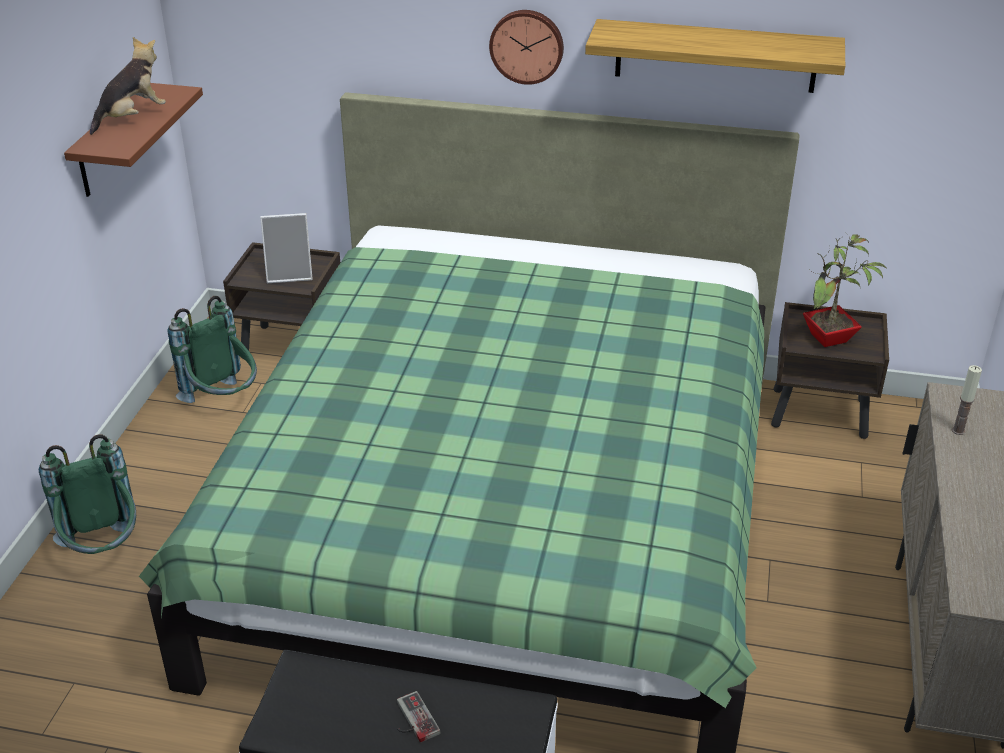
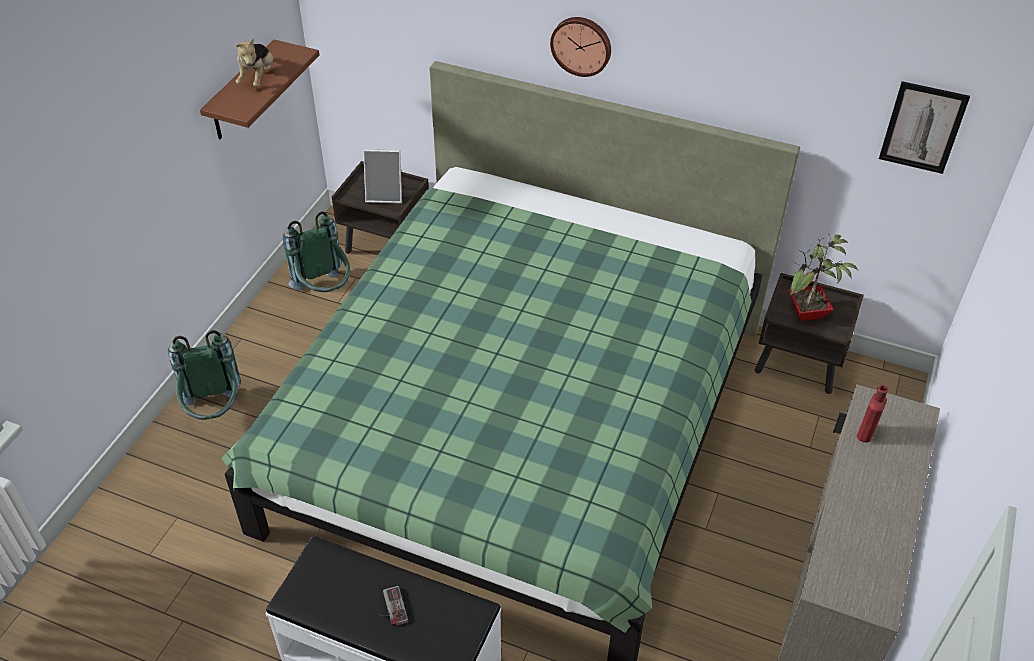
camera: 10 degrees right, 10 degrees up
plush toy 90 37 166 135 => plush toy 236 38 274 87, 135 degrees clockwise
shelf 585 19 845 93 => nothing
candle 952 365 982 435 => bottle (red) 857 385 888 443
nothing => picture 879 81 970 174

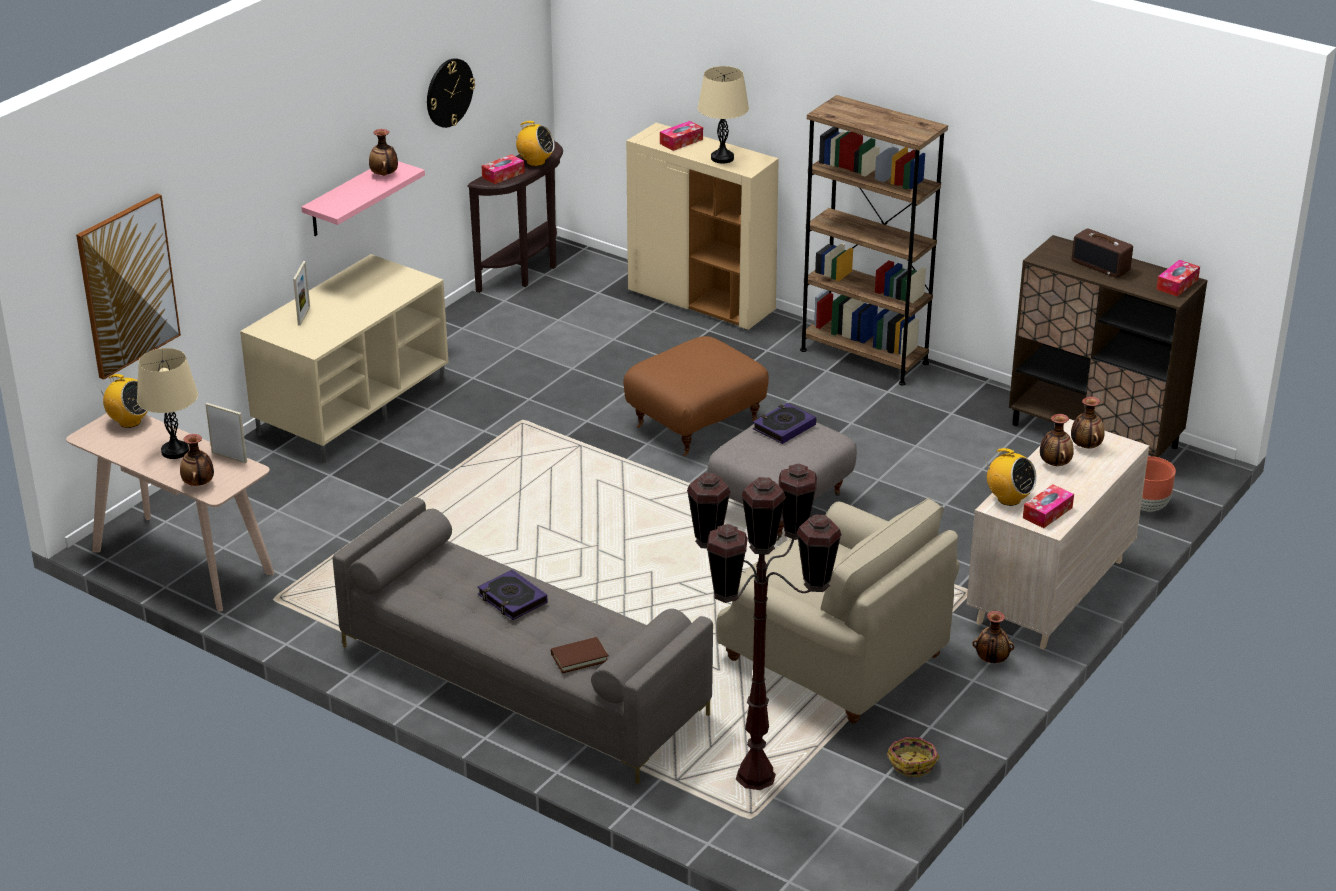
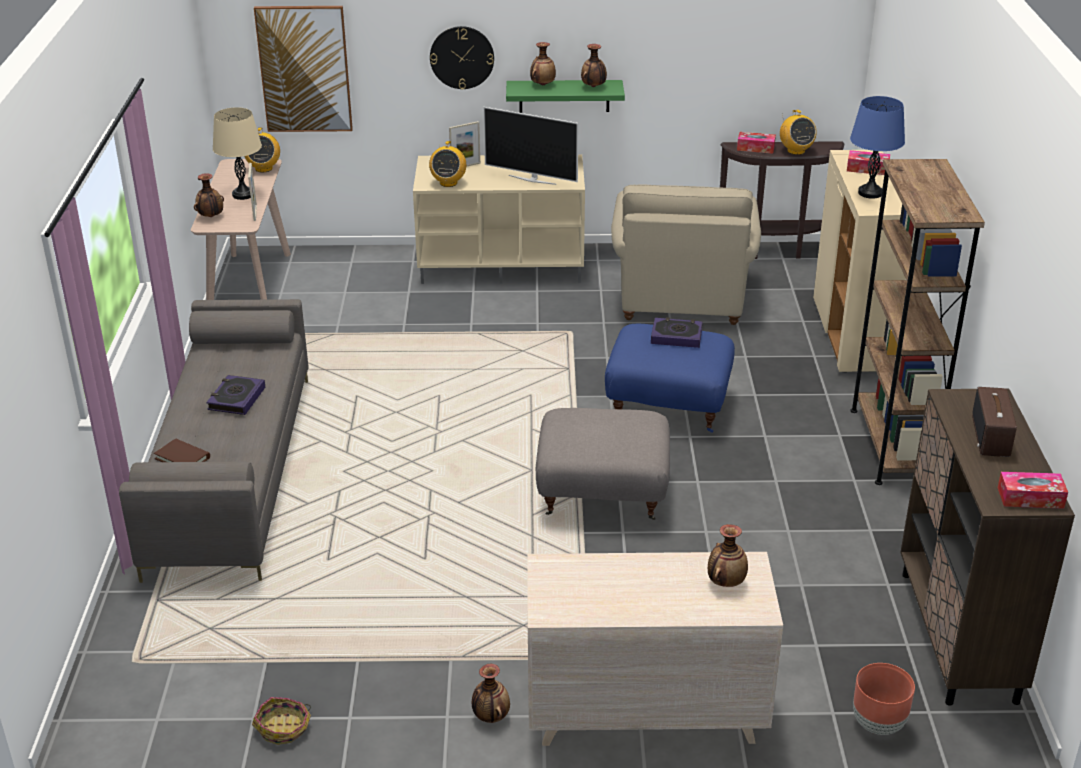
camera: 55 degrees right, 0 degrees up
shelf (pink) 301 161 425 236 => shelf (green) 506 80 625 113
wall clock 427 58 475 128 => wall clock 430 26 494 90, relocated
ottoman (brown) 624 336 769 456 => ottoman (blue) 605 324 735 433
floor lamp (brown) 687 463 842 790 => nothing
table lamp (beige) 698 66 749 164 => table lamp (blue) 850 96 905 199
armchair (beige) 716 498 960 724 => armchair (beige) 611 185 761 325, relocated
book 753 403 816 444 => book 651 317 703 348, relocated
radio 985 448 1037 506 => radio 429 141 466 187, relocated
tissue box 1023 484 1074 528 => nothing
vase 1040 414 1074 466 => vase 530 42 556 85, relocated
nothing => television 483 107 578 185

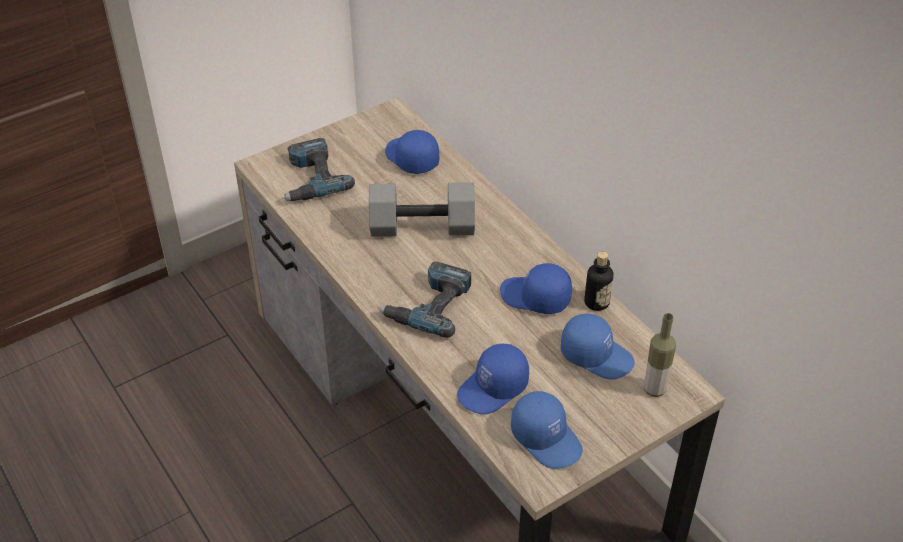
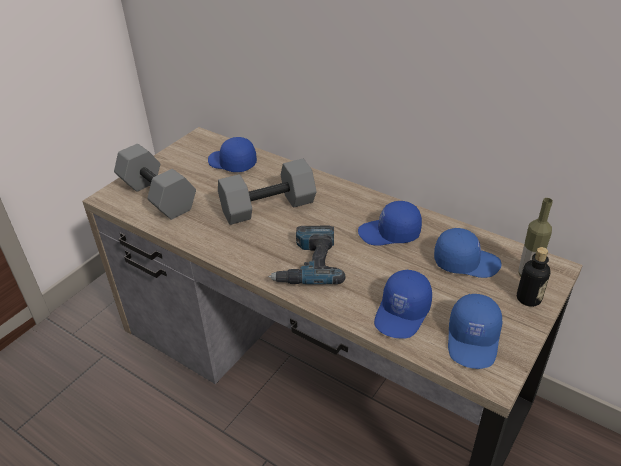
camera: 20 degrees left, 5 degrees down
power drill 282 138 355 201 => dumbbell (grey) 114 144 196 220
cap (blue) 511 391 583 469 => cap (blue) 448 294 502 369, 75 degrees clockwise
bottle 584 251 613 311 => bottle 517 247 551 307, relocated

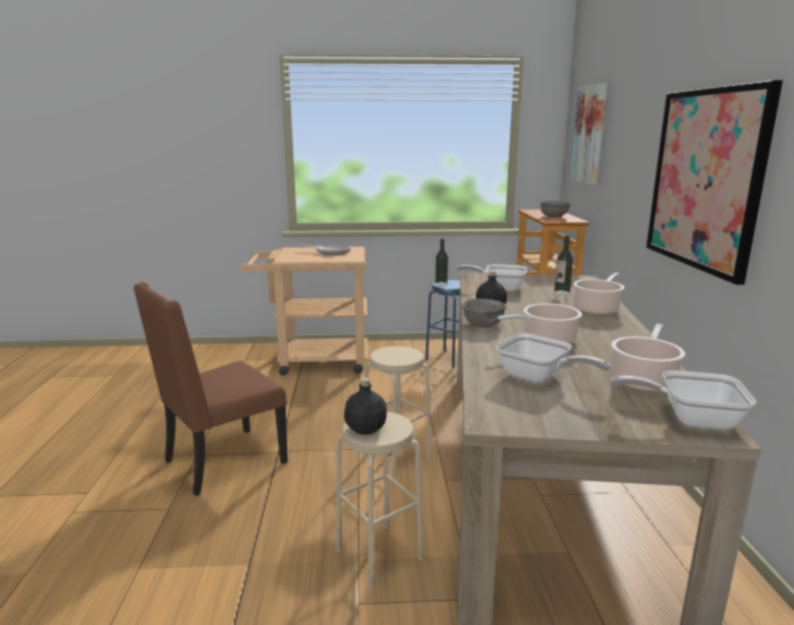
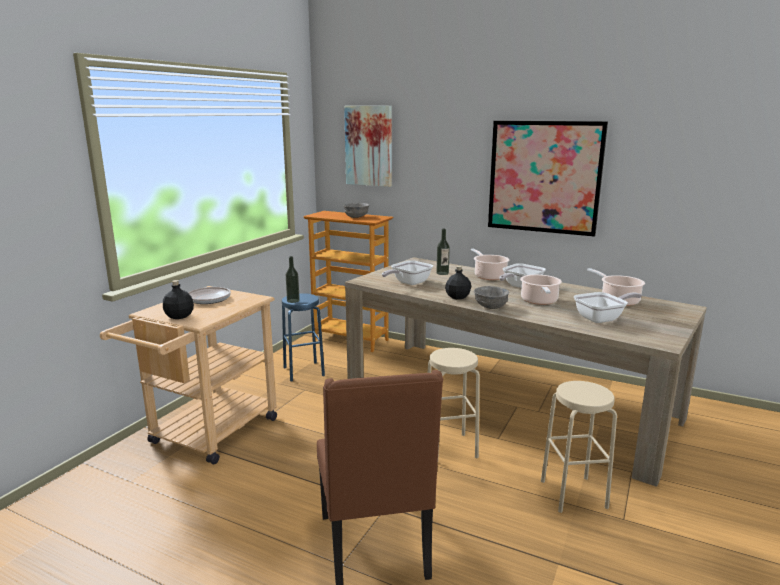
camera: 60 degrees left, 0 degrees up
bottle (black) 344 377 387 435 => bottle (black) 163 280 194 319, relocated
frying pan 610 370 756 430 => frying pan 499 263 546 288, relocated

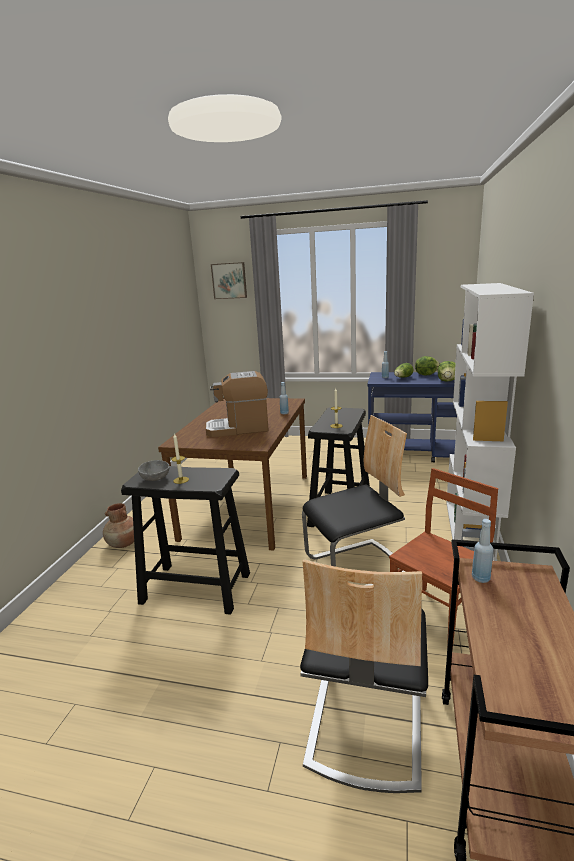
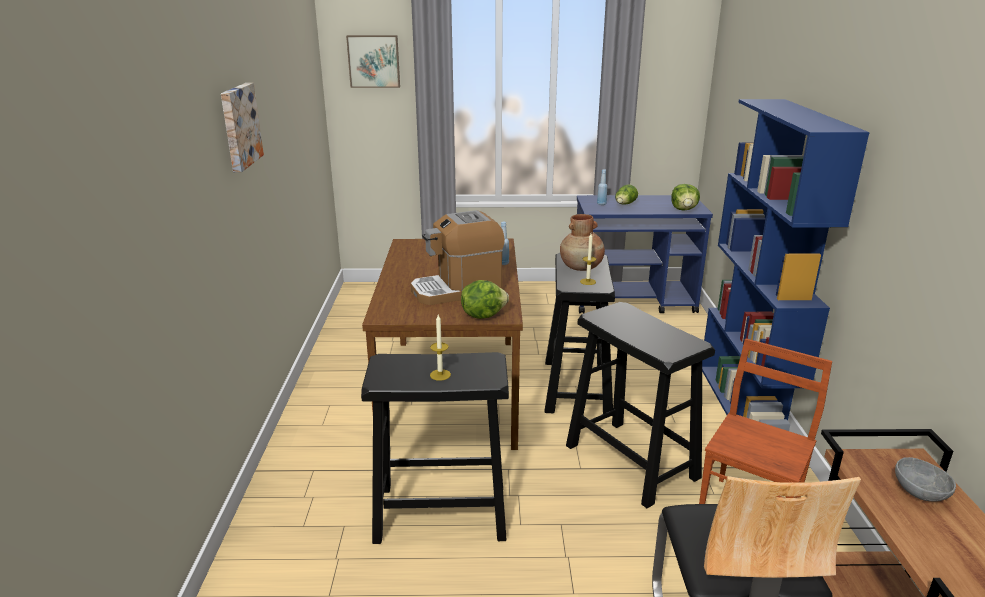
camera: 15 degrees left, 5 degrees up
vase (brown) 103 503 134 548 => vase (brown) 560 214 605 271, relocated
bowl (grey) 138 460 170 481 => bowl (grey) 895 457 956 501, relocated
chair 302 415 407 586 => stool (black) 566 302 715 508
lettuce 415 356 440 376 => lettuce 461 280 509 319, relocated
bookcase (white) 447 283 534 561 => bookcase (blue) 702 99 870 431
bottle (blue) 472 519 493 583 => nothing
nothing => picture 221 83 264 172

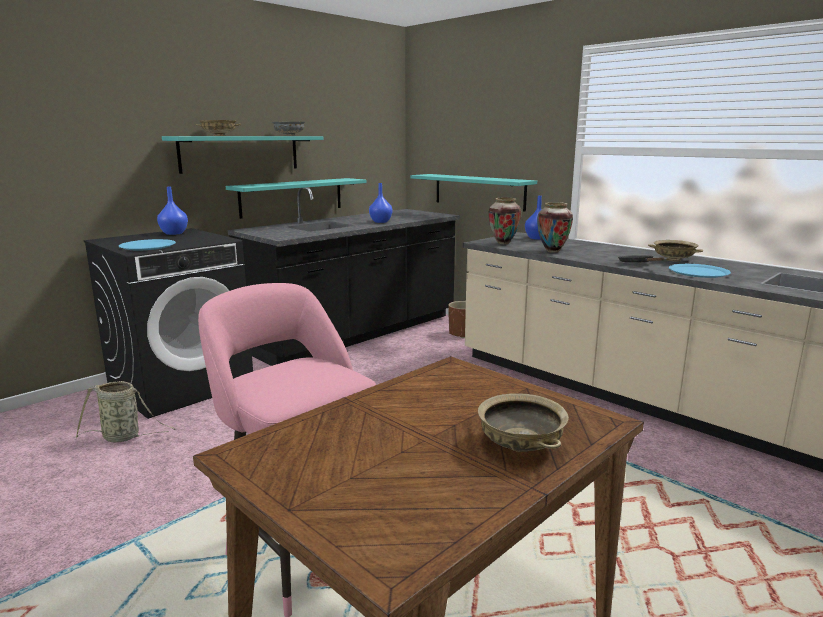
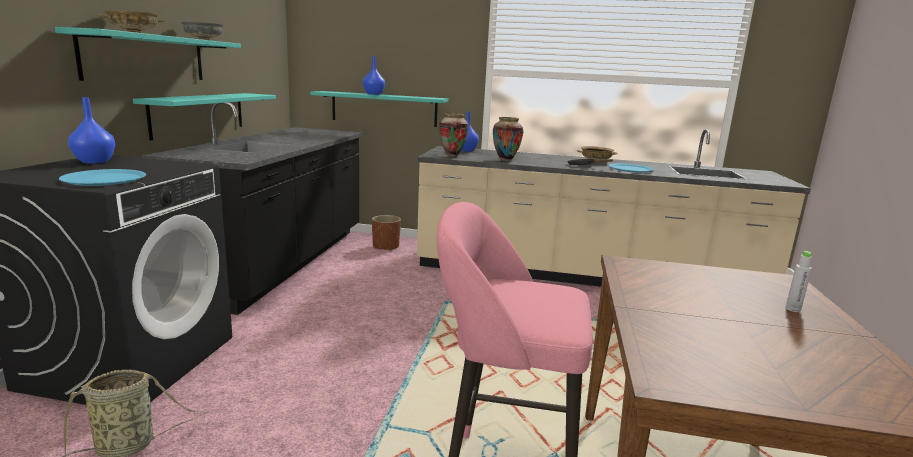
camera: 35 degrees left, 0 degrees up
vase (blue) 369 183 392 223 => vase (blue) 363 57 385 95, relocated
bowl (beige) 478 393 569 452 => bottle (grey) 785 251 812 312

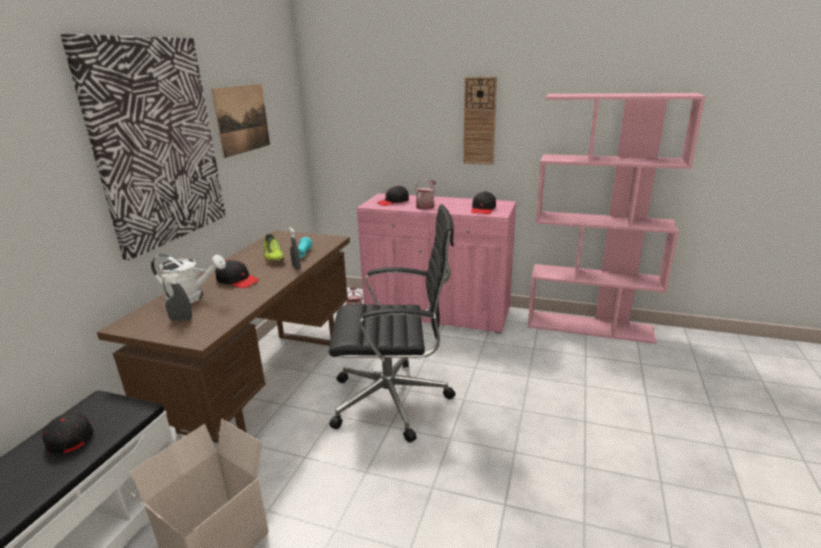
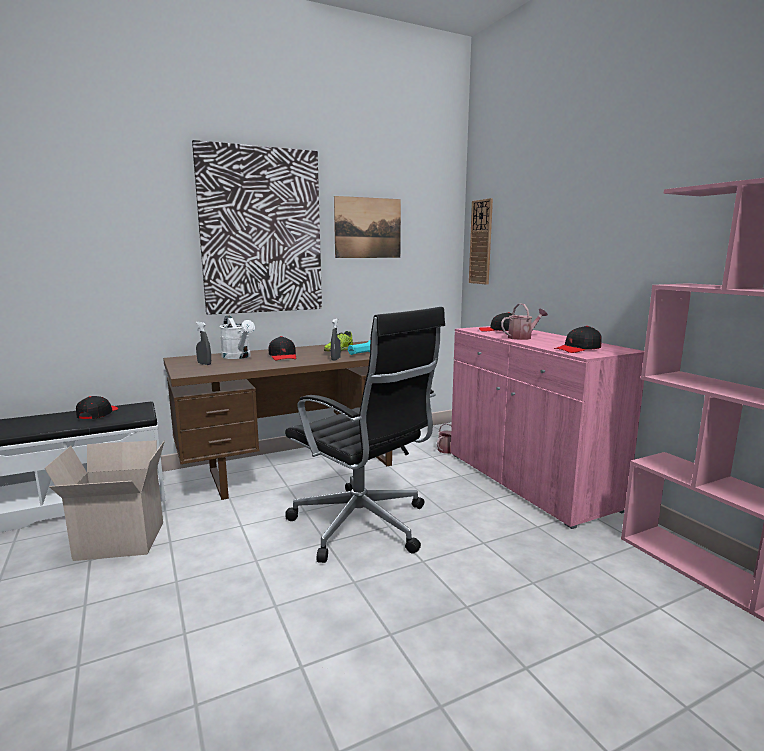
camera: 45 degrees right, 10 degrees down
wall clock 463 77 497 165 => wall clock 469 198 493 285, relocated

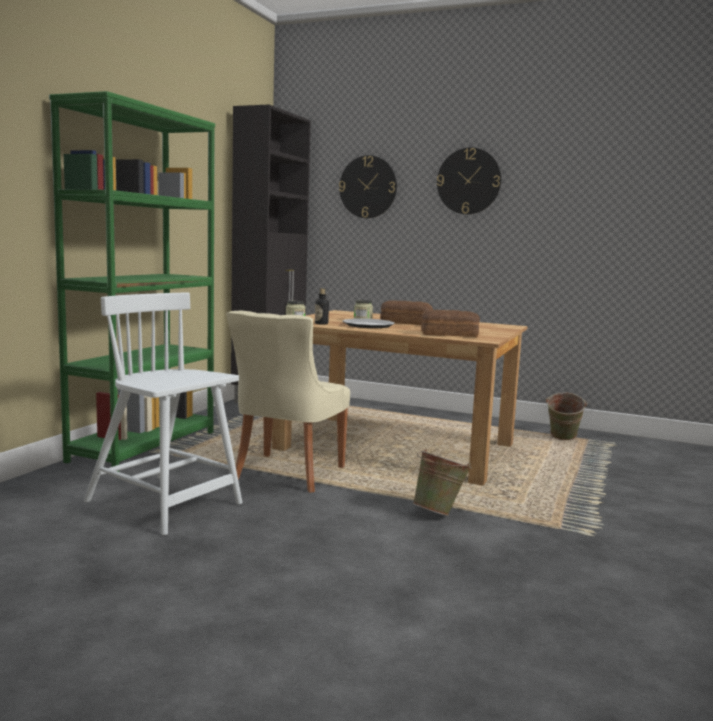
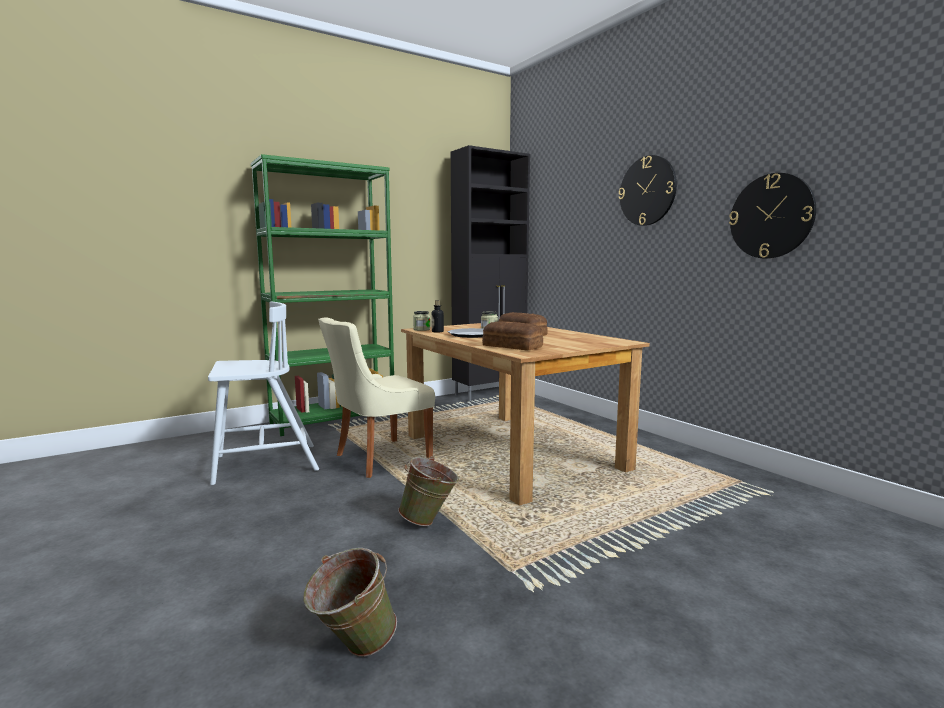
camera: 35 degrees right, 0 degrees up
chair (white) 84 293 242 535 => chair (white) 208 302 319 485, 90 degrees clockwise
wall clock 339 155 397 218 => wall clock 729 173 816 259, relocated
bucket (green) 546 392 588 440 => bucket (green) 303 548 397 657, relocated

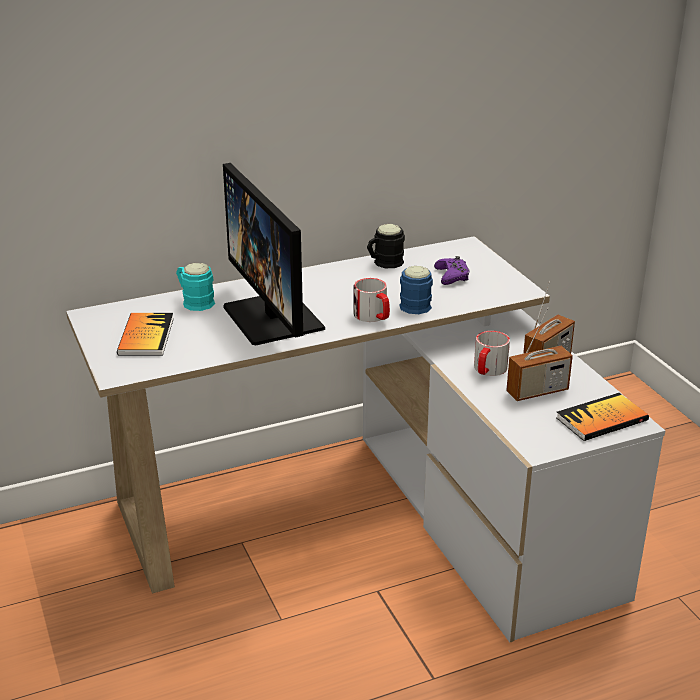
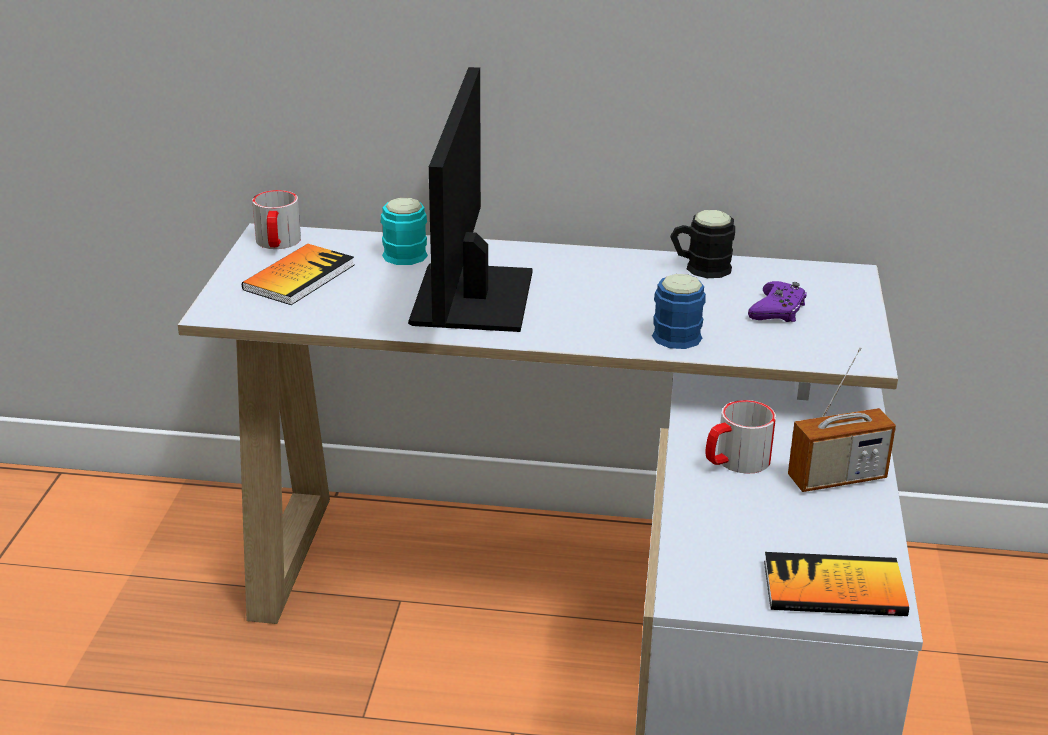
camera: 30 degrees right, 0 degrees up
mug 354 278 390 322 => mug 252 190 301 249, relocated
radio 506 307 573 401 => nothing

